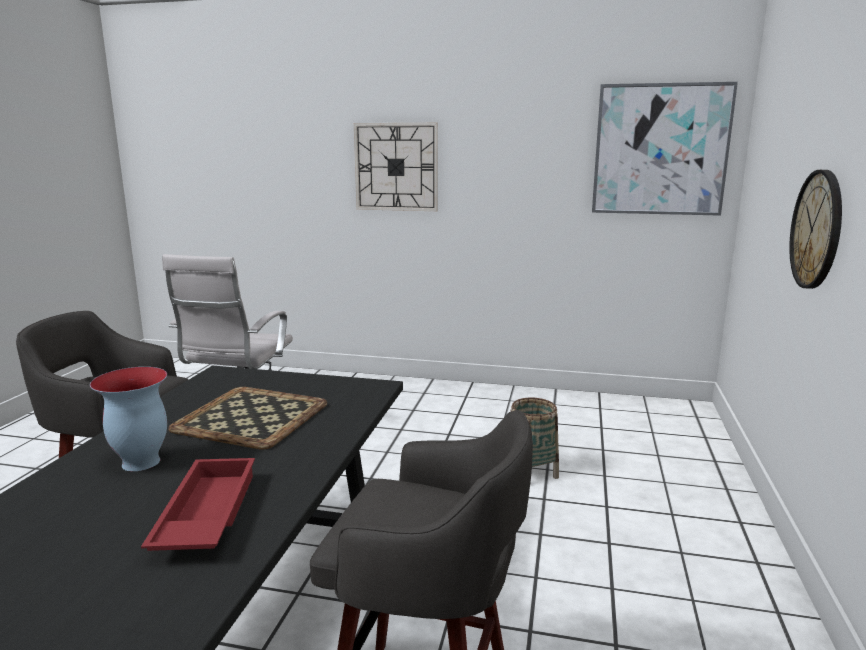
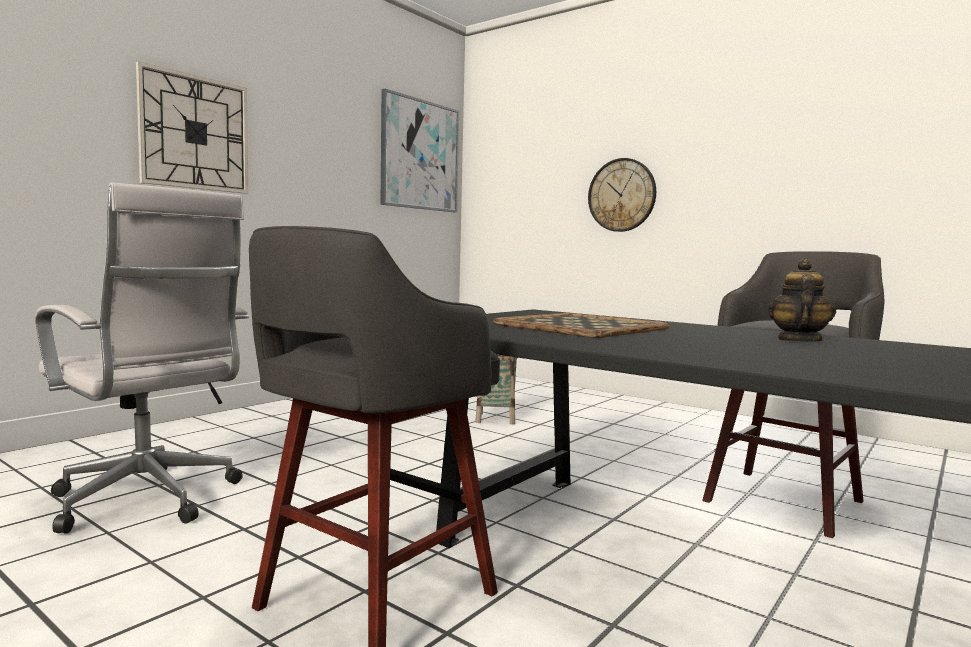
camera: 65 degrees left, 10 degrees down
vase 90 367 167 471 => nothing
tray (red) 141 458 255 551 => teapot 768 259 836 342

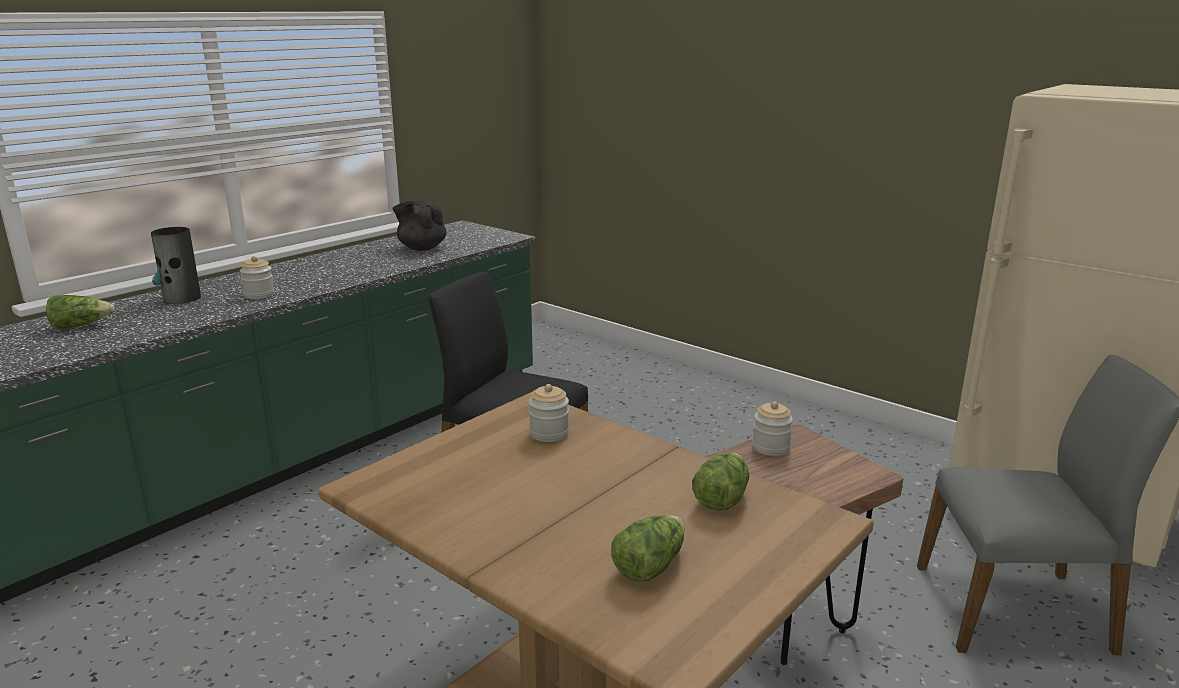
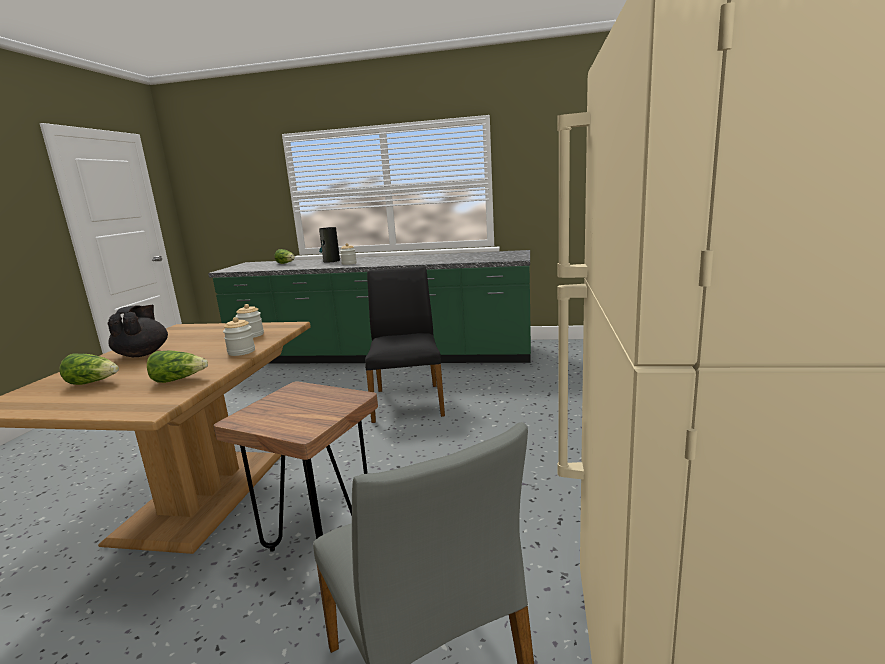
camera: 60 degrees right, 5 degrees down
teapot (black) 392 201 446 251 => teapot (black) 108 305 168 357, relocated
jar 752 401 793 456 => jar 223 317 255 356, relocated

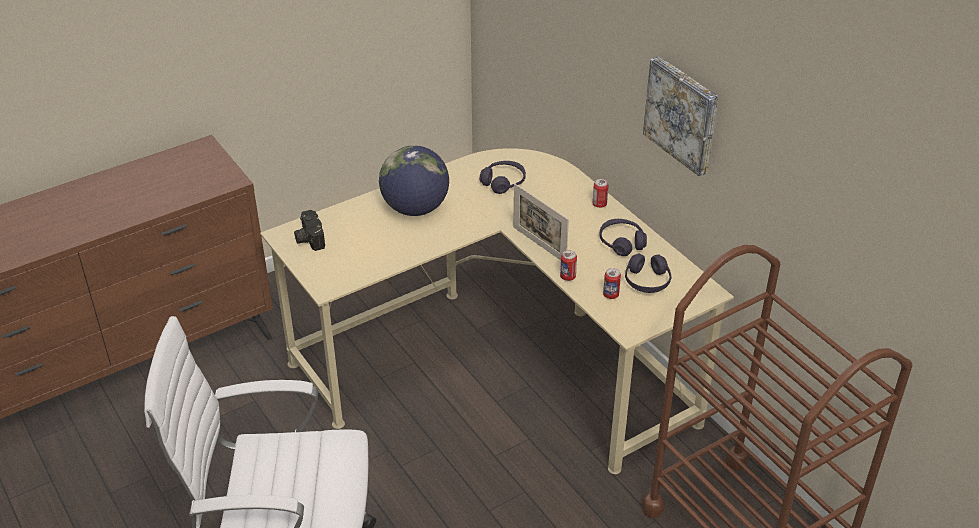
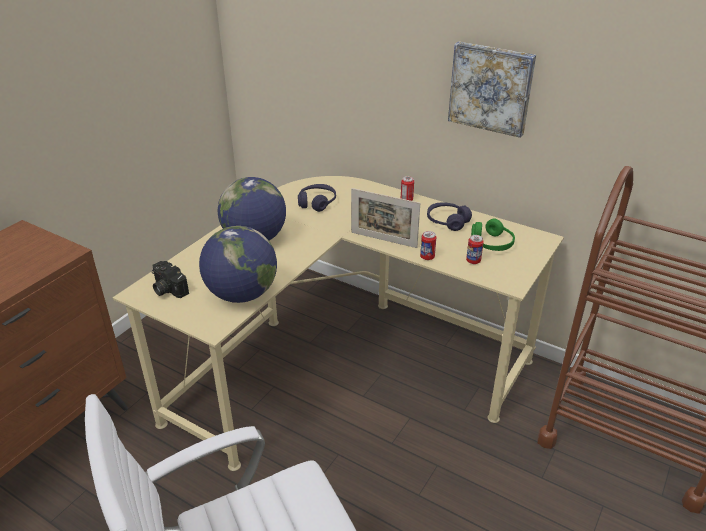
camera: 25 degrees left, 5 degrees down
headphones (purple) 625 253 672 293 => headphones (green) 471 219 515 251
nothing => globe 199 226 277 303

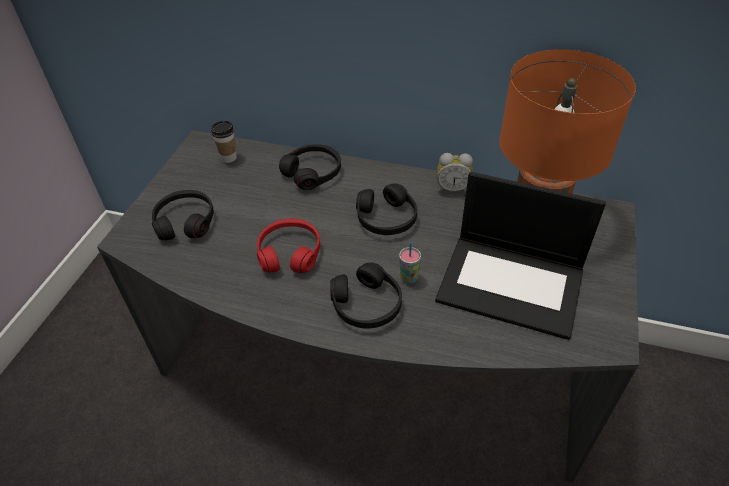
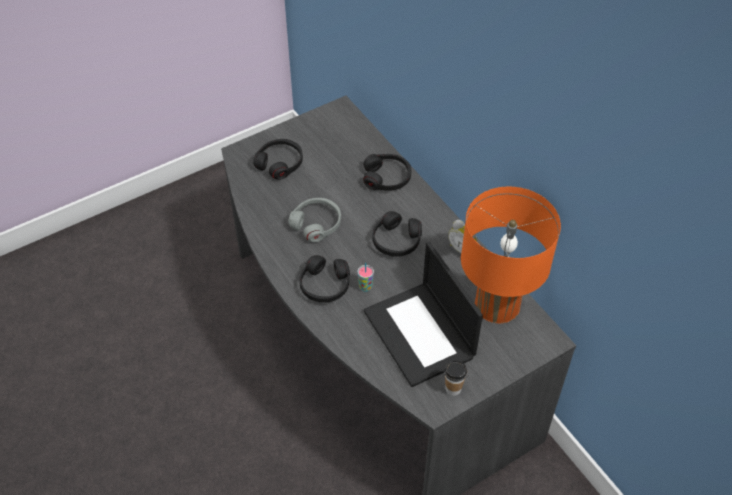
camera: 40 degrees right, 5 degrees up
cup 211 121 237 163 => cup 444 360 467 396, relocated
headphones (red) 257 219 320 273 => headphones (grey) 288 198 341 242

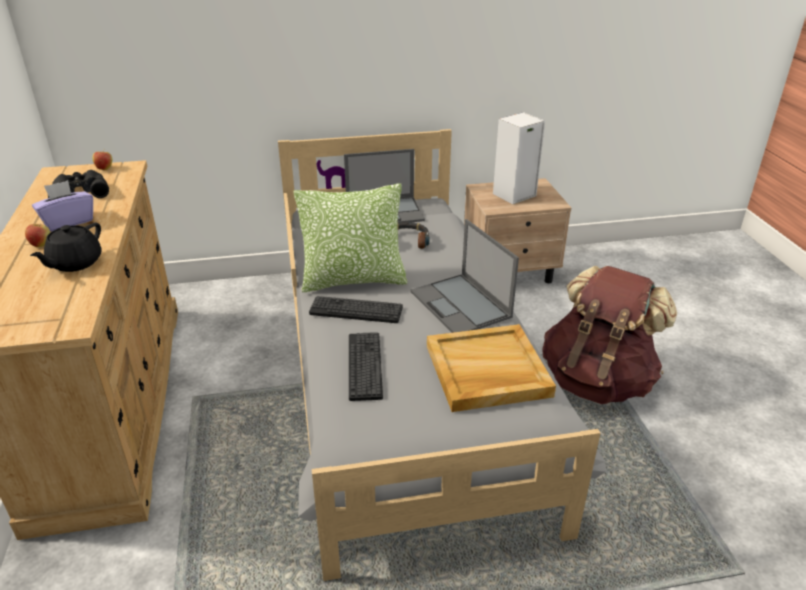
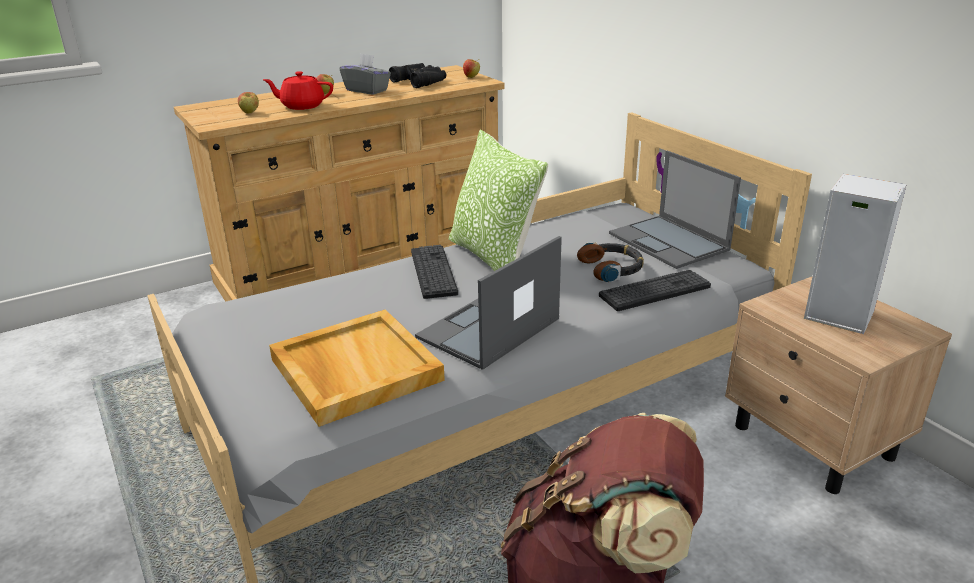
camera: 70 degrees right, 5 degrees down
teapot (black) 30 223 102 272 => teapot (red) 263 71 333 110
tissue box (purple) 32 180 93 232 => tissue box (grey) 340 53 391 94
keyboard 349 332 383 401 => keyboard 599 270 711 311, relocated
nothing => apple 238 92 259 114

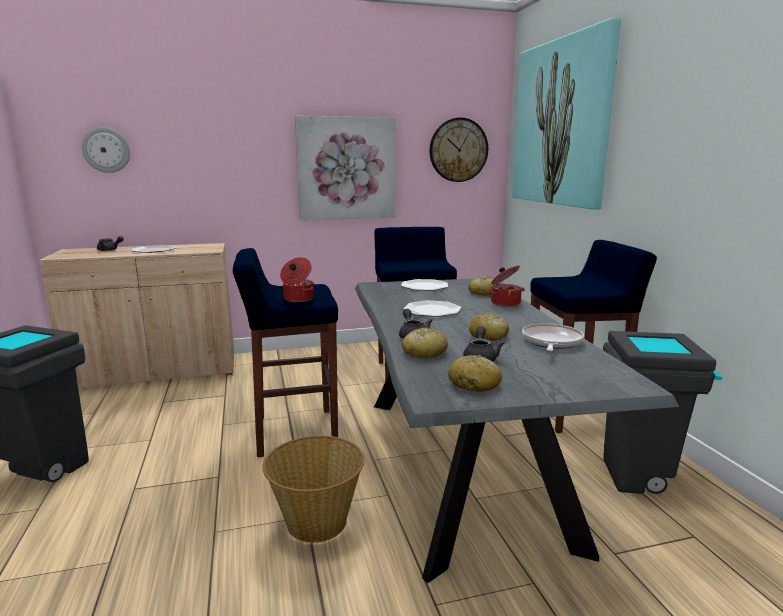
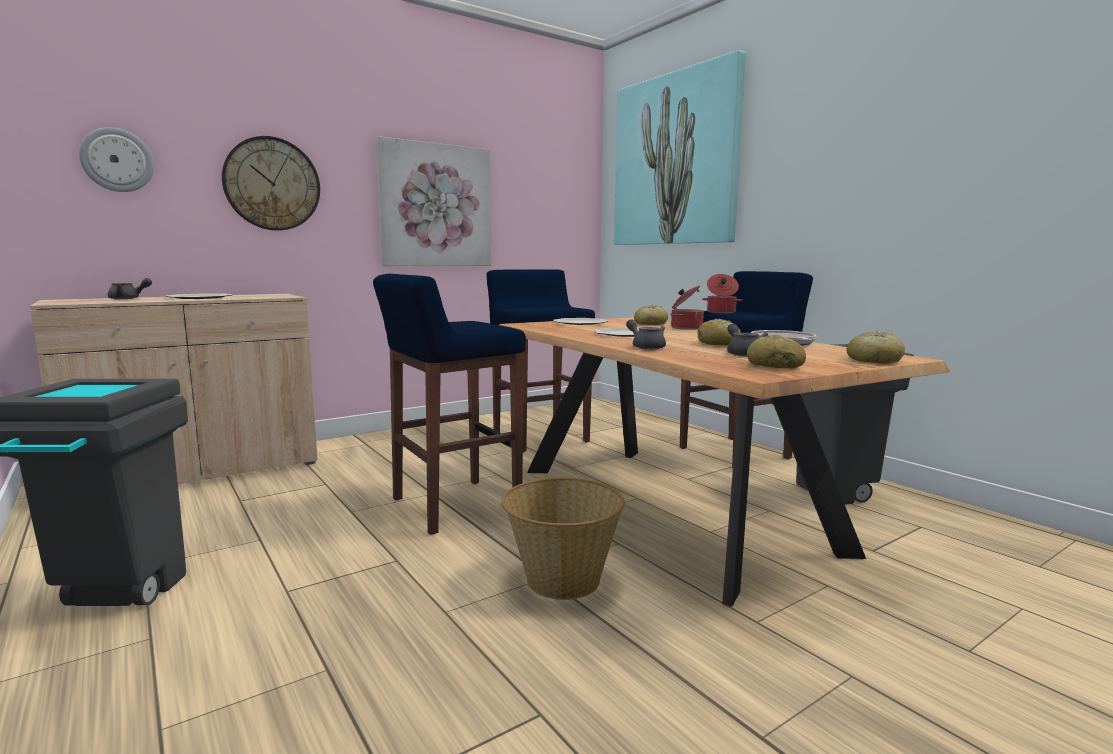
camera: 20 degrees left, 5 degrees down
cooking pot 280 257 314 302 => cooking pot 702 274 743 313, relocated
dining table (grey) 355 279 679 583 => dining table (brown) 499 317 950 607
bread 402 327 448 358 => bread 846 331 905 364, relocated
wall clock 430 117 488 182 => wall clock 222 136 320 231, relocated

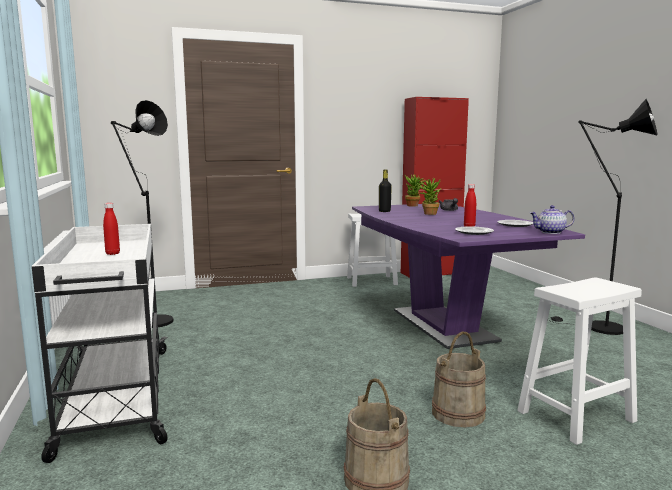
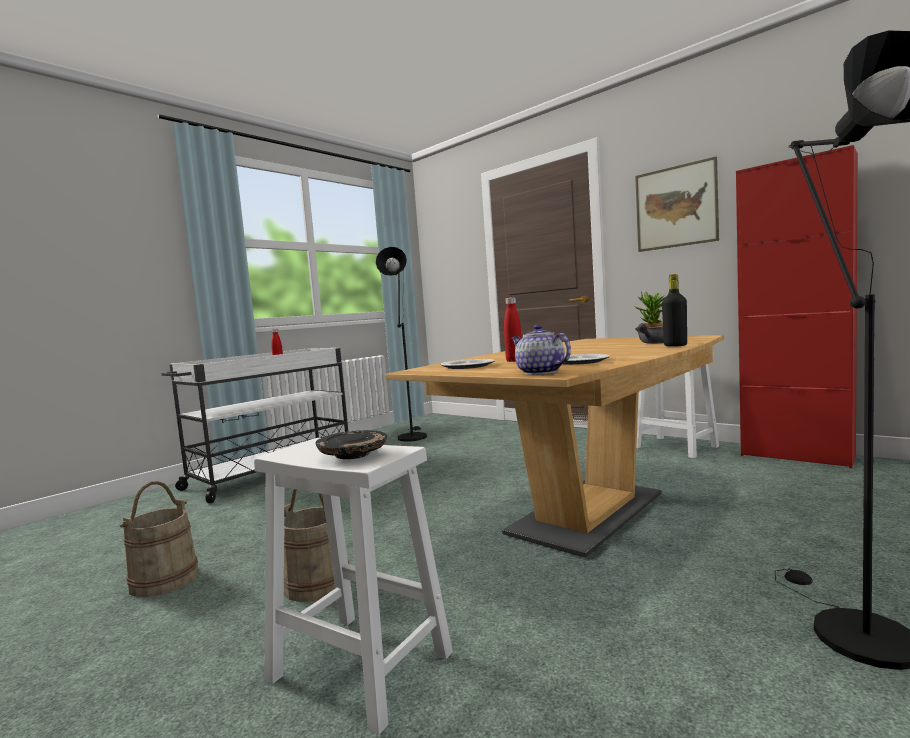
camera: 60 degrees right, 5 degrees down
dining table (purple) 352 203 585 349 => dining table (brown) 385 335 724 558
bottle (black) 379 170 392 212 => bottle (black) 662 274 687 347, relocated
potted plant 416 178 442 215 => nothing
nothing => plate (black) 315 430 387 459
nothing => picture 635 157 719 252

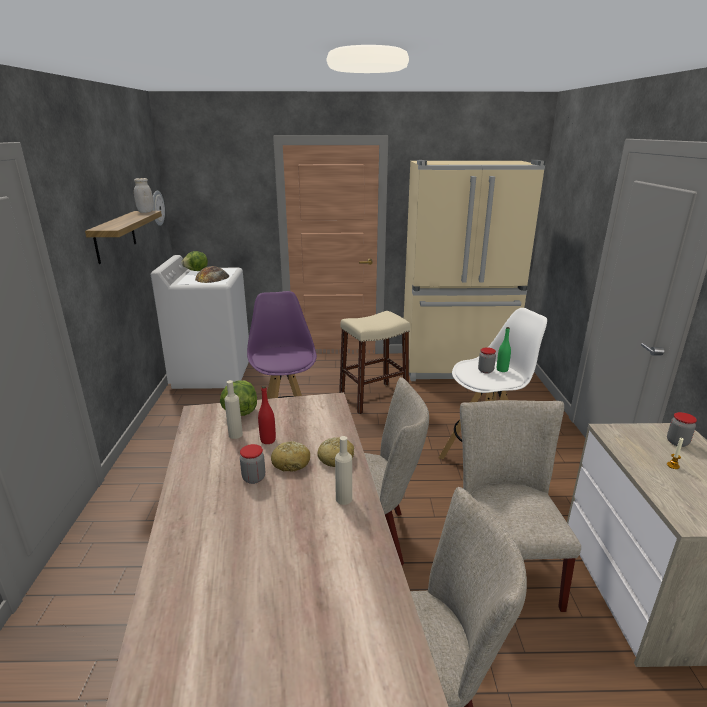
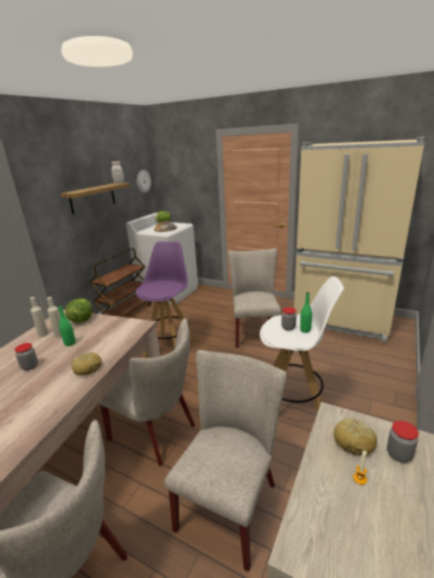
camera: 30 degrees right, 0 degrees up
bottle (red) 258 386 276 444 => bottle (green) 58 304 76 346
bread 271 441 310 472 => bread 334 418 377 456, relocated
bottle (beige) 335 436 352 505 => bottle (beige) 30 297 49 337, relocated
stool (beige) 339 311 410 415 => chair (beige) 228 248 281 348
nothing => cart (brown) 89 248 151 317

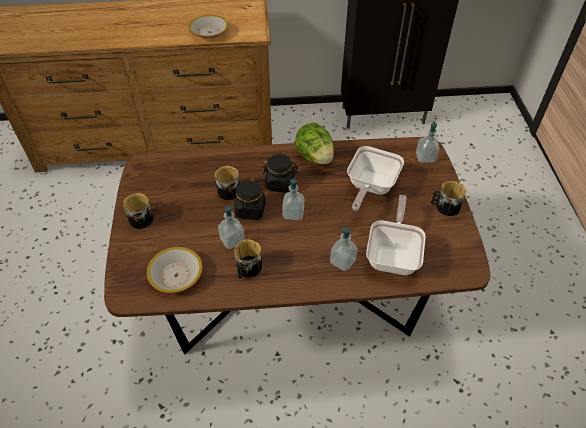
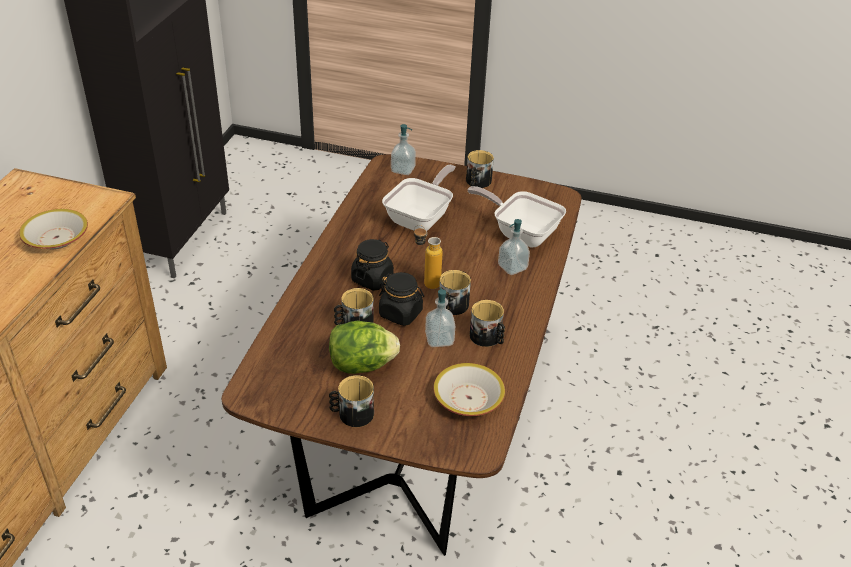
camera: 70 degrees left, 10 degrees down
soap dispenser 282 177 304 220 => bottle 414 225 443 289
lettuce 295 122 334 165 => lettuce 329 320 400 374, relocated
frying pan 347 146 404 211 => frying pan 382 165 455 231, 105 degrees counterclockwise
nothing => mug 439 270 471 315

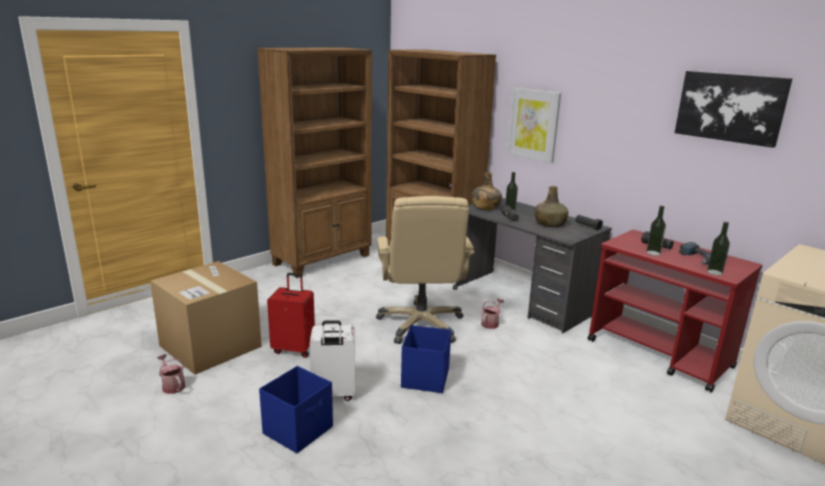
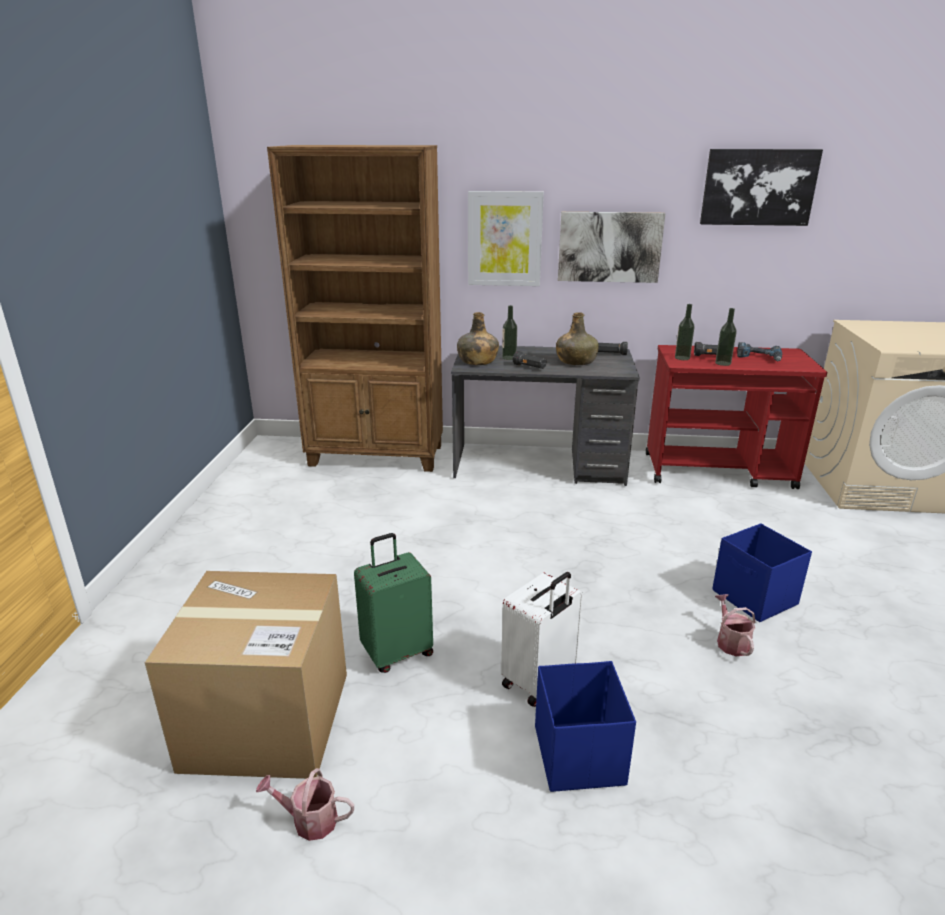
camera: 40 degrees left, 5 degrees up
bookcase (brown) 257 47 372 278 => nothing
suitcase (red) 267 273 315 358 => suitcase (green) 354 533 433 673
office chair (beige) 376 196 474 344 => nothing
storage box (blue) 401 325 451 393 => storage box (blue) 712 523 812 622, relocated
watering can 481 298 504 329 => watering can 715 594 756 656, relocated
bottle 707 222 730 275 => bottle 675 304 695 360, relocated
nothing => picture 558 212 666 283

